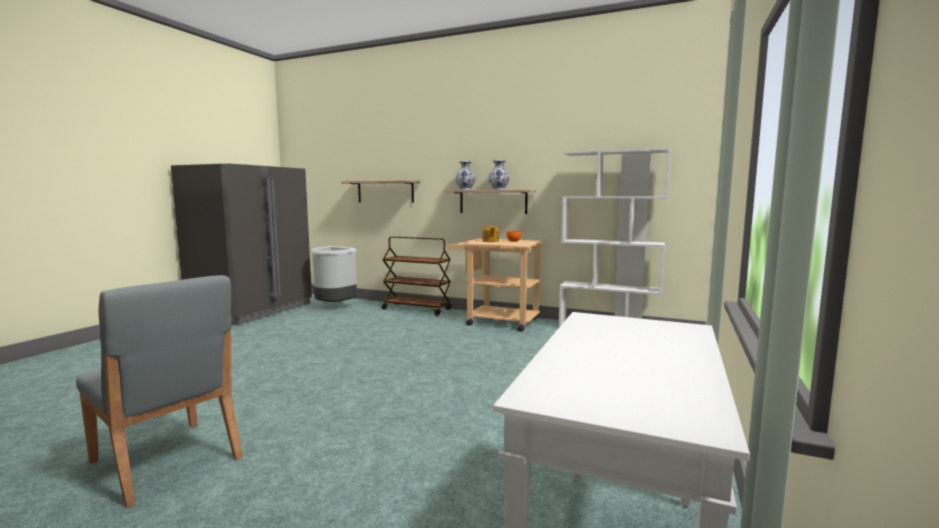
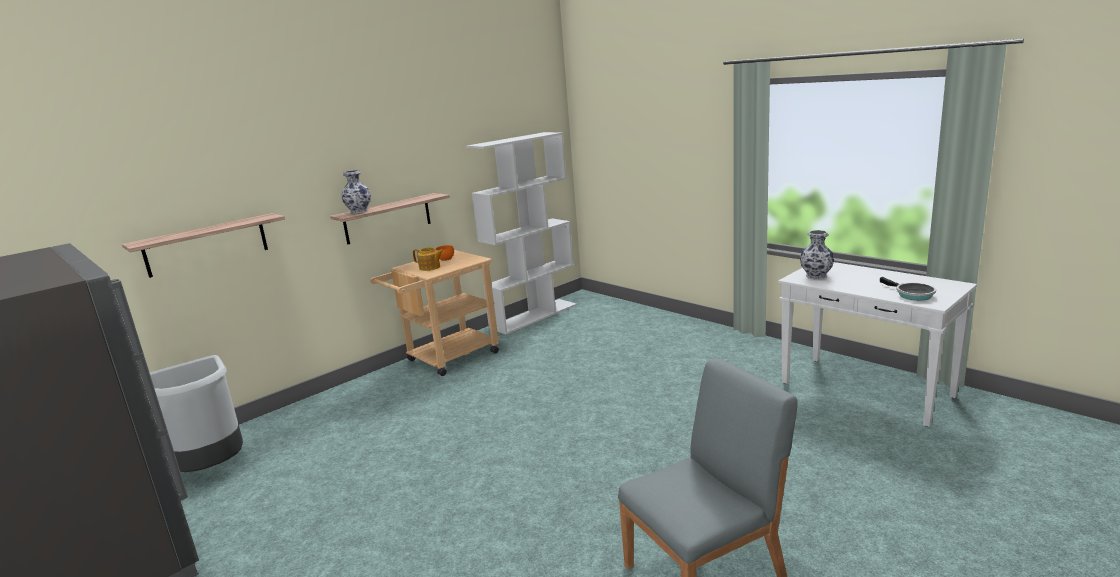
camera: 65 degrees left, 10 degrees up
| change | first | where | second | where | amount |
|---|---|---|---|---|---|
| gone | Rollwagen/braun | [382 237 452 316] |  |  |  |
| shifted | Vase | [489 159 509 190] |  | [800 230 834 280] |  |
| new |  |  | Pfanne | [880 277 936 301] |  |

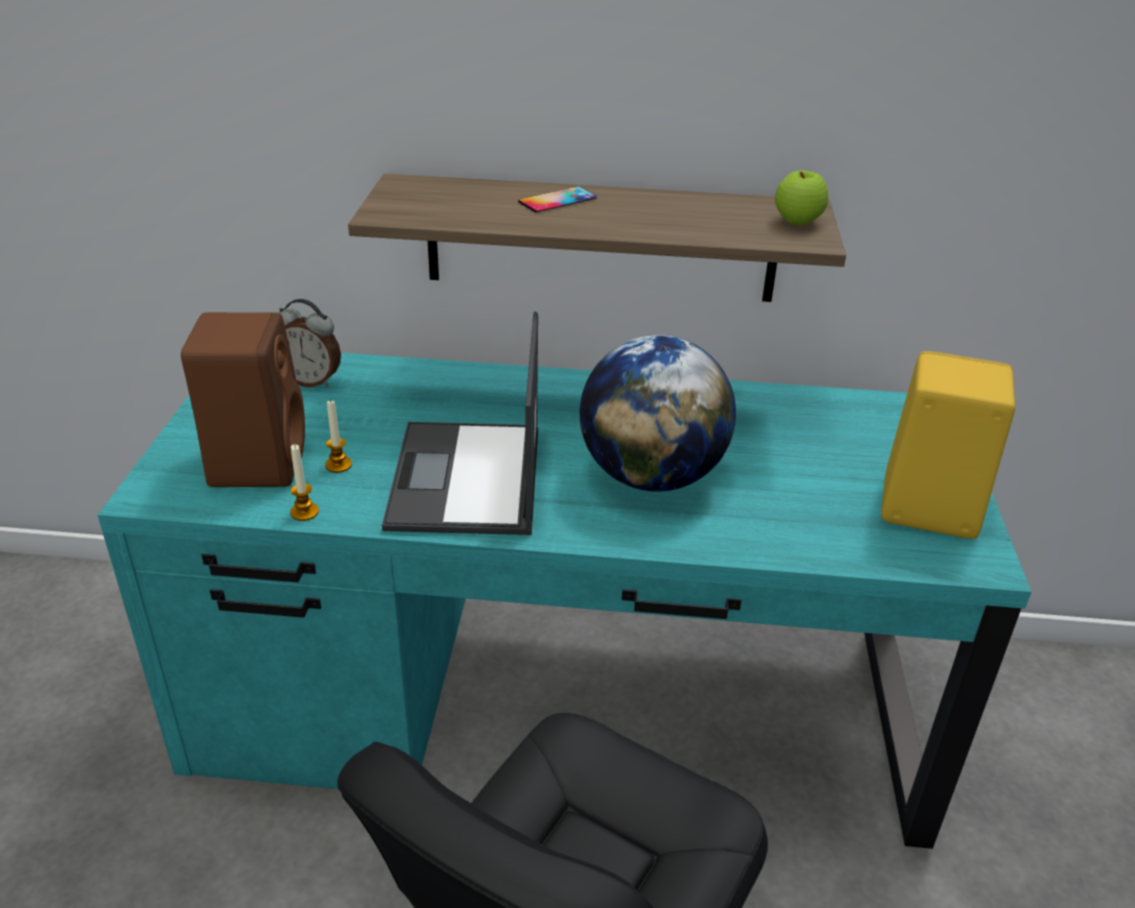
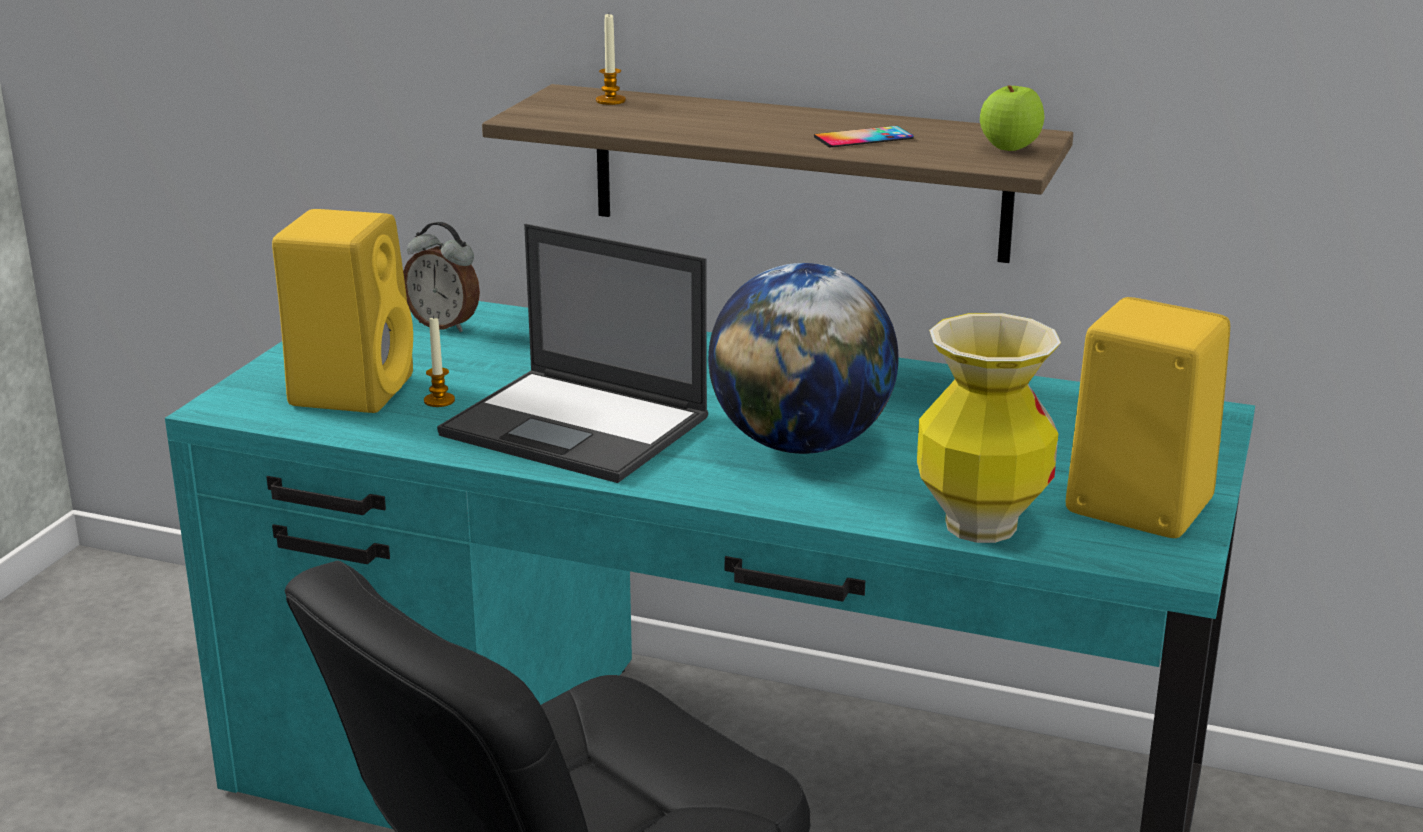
camera: 15 degrees right, 10 degrees down
| change | first | where | second | where | amount |
|---|---|---|---|---|---|
| repainted | Lautsprecher/braun | [181 312 305 487] | Lautsprecher/gelb | [272 209 413 413] |  |
| shifted | Kerze | [290 444 319 521] |  | [596 14 626 105] |  |
| rotated | Laptop | [382 311 538 535] |  | [437 224 708 483] | 75 degrees counterclockwise |
| shifted | Handy | [518 186 597 212] |  | [814 126 914 147] |  |
| new |  |  | Vase | [917 313 1061 543] |  |

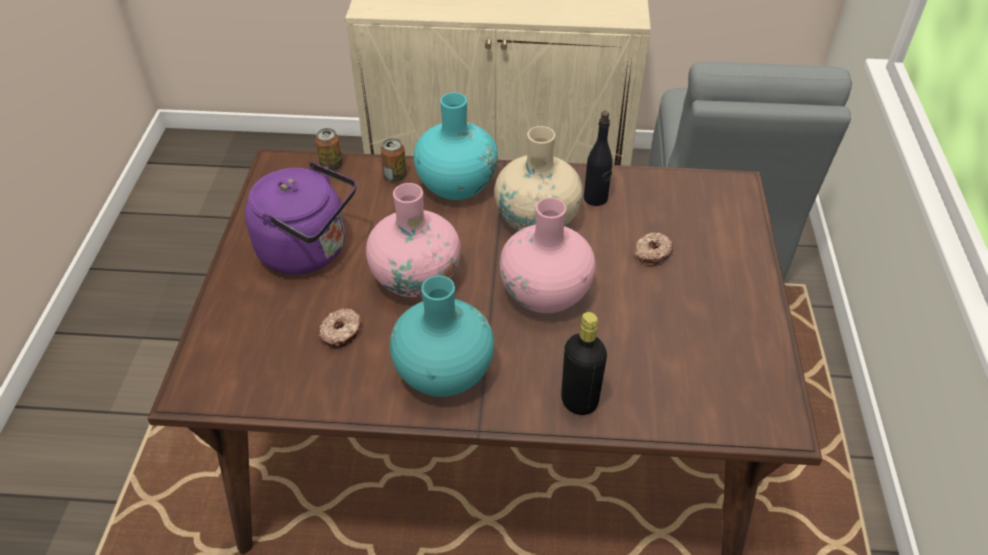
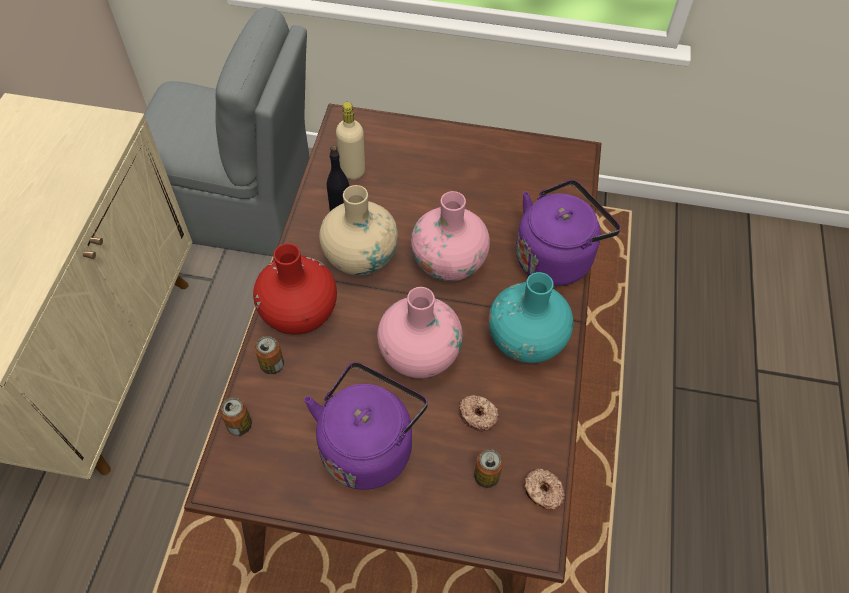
camera: 85 degrees left, 10 degrees up
| change | first | where | second | where | amount |
|---|---|---|---|---|---|
| repainted | Vase/türkis | [414 92 498 200] | Vase/rot | [253 243 337 335] |  |
| swapped | Flasche/schwarz | [561 312 607 415] | Wasserkessel/lila | [516 179 621 286] |  |
| shifted | Donut | [634 232 673 266] |  | [523 469 565 510] |  |
| new |  |  | Flasche/beige | [336 102 365 180] |  |
| new |  |  | Dose | [474 449 503 488] |  |

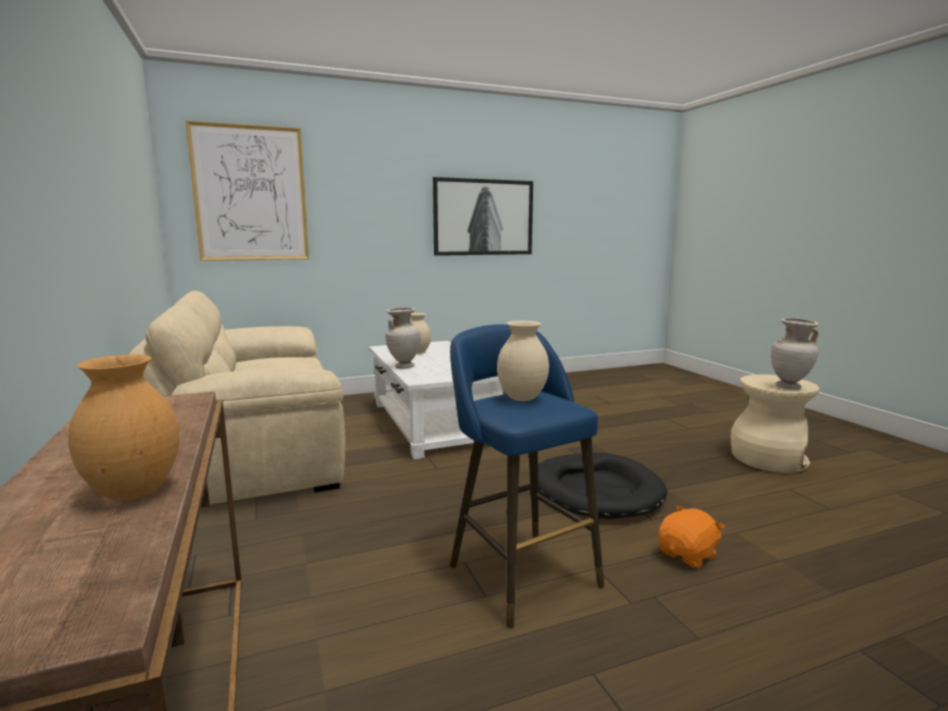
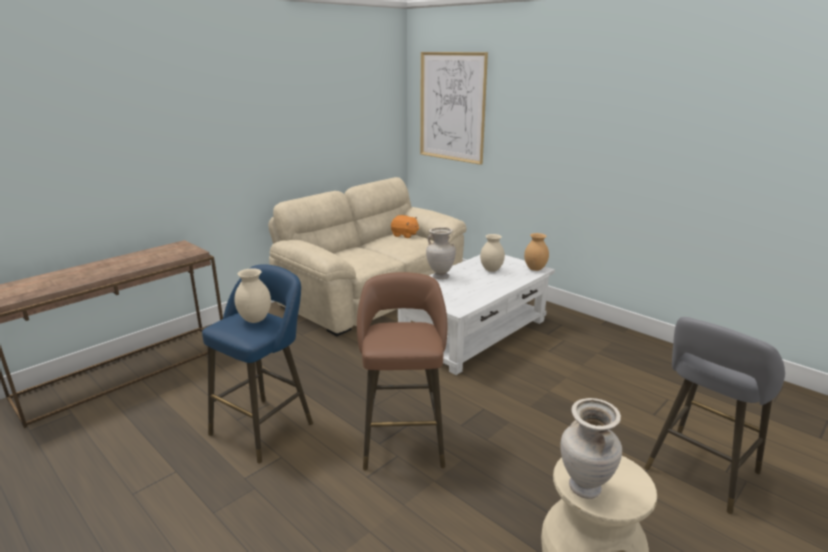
camera: 65 degrees right, 10 degrees up
| change | first | where | second | where | amount |
|---|---|---|---|---|---|
| shifted | Vase/braun | [68 354 179 501] |  | [524 233 549 271] |  |
| gone | Bild | [433 177 533 256] |  |  |  |
| swapped | Hundebett/schwarz | [538 453 668 519] | Hocker/braun | [357 272 447 470] |  |
| shifted | Plüschtier/orange | [658 505 725 569] |  | [391 215 419 238] |  |
| new |  |  | Hocker/grau | [644 317 785 514] |  |

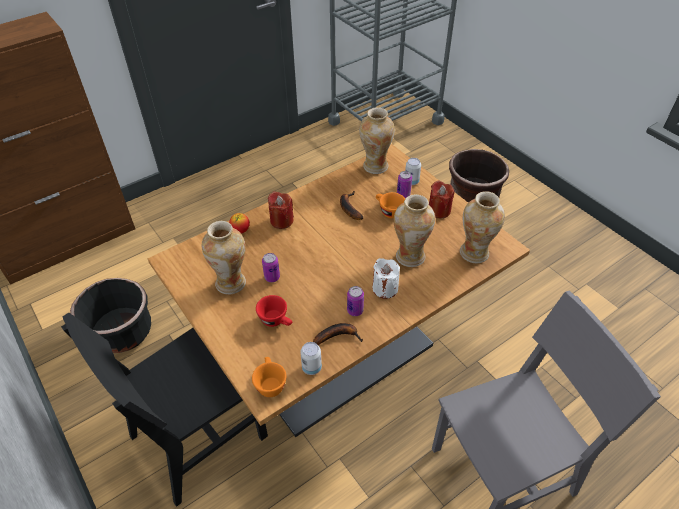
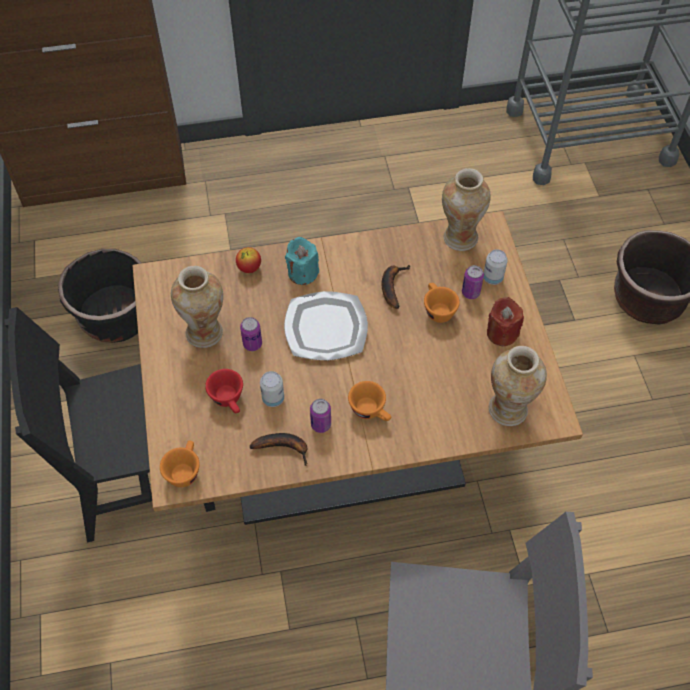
camera: 25 degrees right, 10 degrees up
| change | first | where | second | where | amount |
|---|---|---|---|---|---|
| repainted | Kerze/rot | [268 191 294 229] | Kerze/türkis | [285 237 319 285] |  |
| shifted | Dose | [300 342 322 375] |  | [260 371 284 407] |  |
| swapped | Kerze/weiß | [372 258 400 299] | Tasse/orange | [348 381 392 421] |  |
| gone | Vase | [394 194 435 267] |  |  |  |
| new |  |  | Teller | [284 291 368 360] |  |

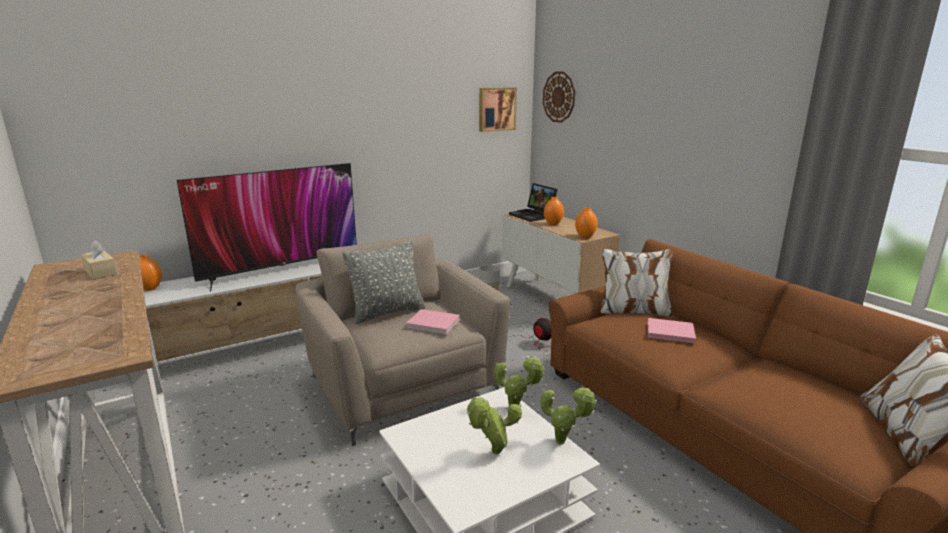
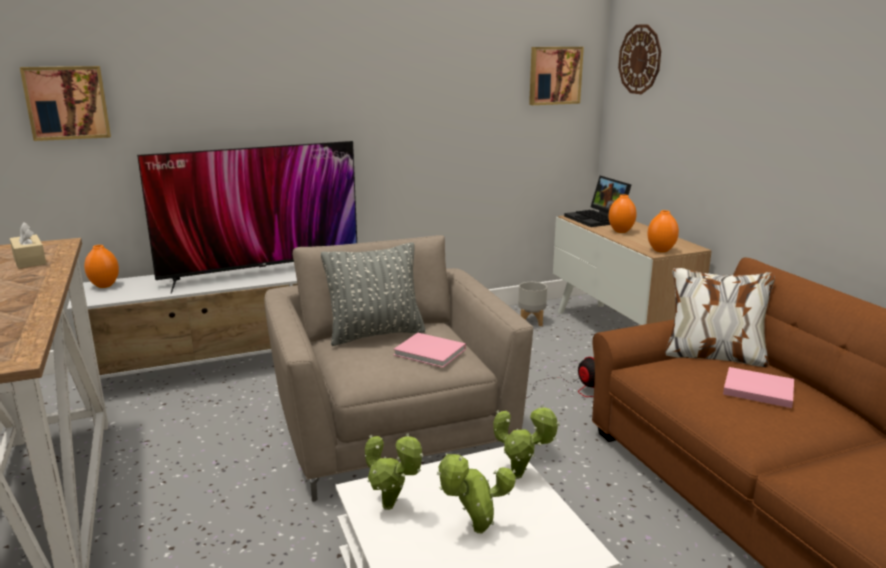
camera: 10 degrees right, 0 degrees up
| change | first | where | second | where | amount |
|---|---|---|---|---|---|
| shifted | Topfpflanze | [541 386 597 445] |  | [365 433 423 510] |  |
| new |  |  | Bild | [20 66 111 141] |  |

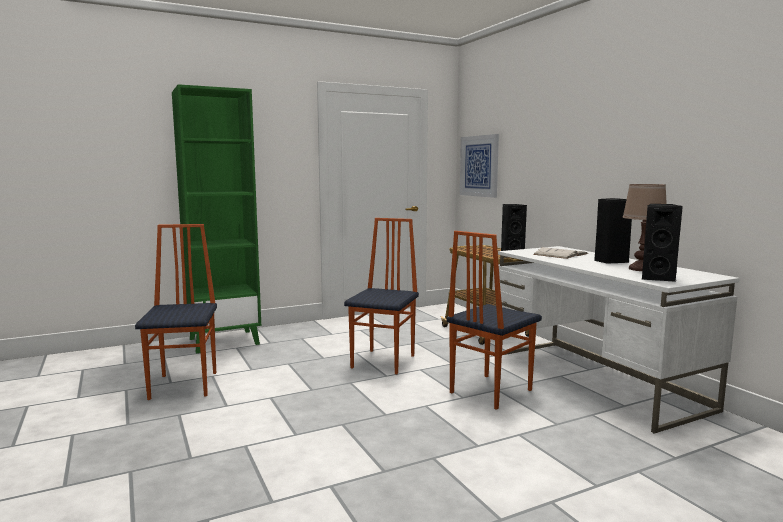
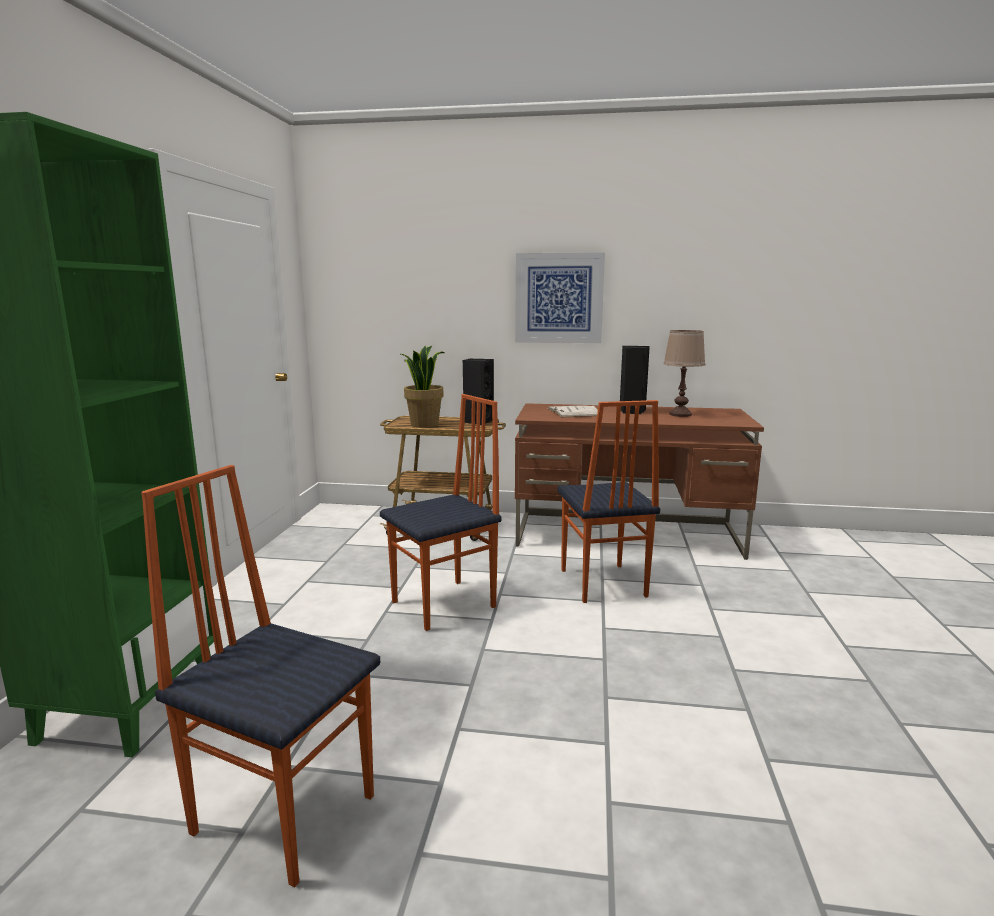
camera: 55 degrees left, 5 degrees up
| change | first | where | second | where | amount |
|---|---|---|---|---|---|
| rotated | Stuhl | [344 218 419 374] |  | [380 394 502 631] | 90 degrees clockwise |
| shifted | Bild | [460 134 499 198] |  | [515 252 605 343] |  |
| repainted | Schreibtisch/weiß | [498 246 740 434] | Schreibtisch/braun | [515 403 764 560] |  |
| gone | Lautsprecher/schwarz | [642 204 683 282] |  |  |  |
| new |  |  | Topfpflanze | [401 346 445 428] |  |

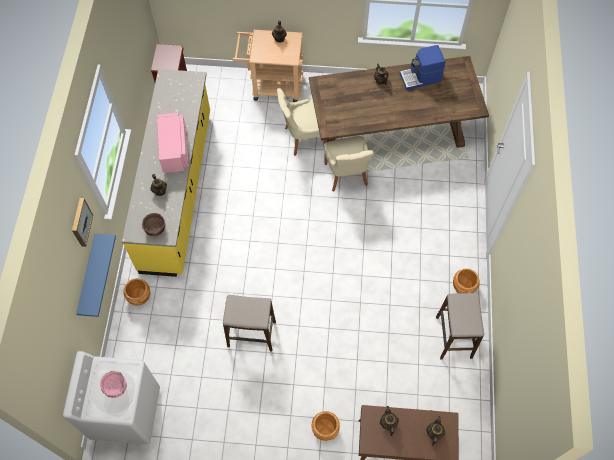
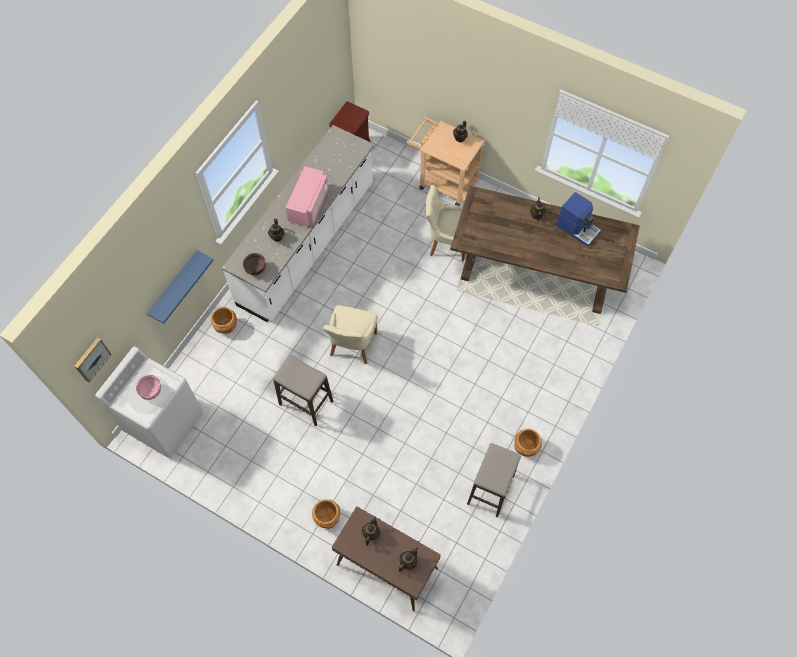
camera: 25 degrees right, 0 degrees up
| change | first | where | second | where | amount |
|---|---|---|---|---|---|
| shifted | Bild | [72 198 93 247] |  | [74 337 112 382] |  |
| repainted | Küchenzeile/gelb | [122 69 210 277] | Küchenzeile/weiß | [222 125 374 322] |  |
| shifted | Stuhl/beige | [324 136 374 192] |  | [323 305 378 364] |  |
| rotated | Kaffeemaschine | [400 45 446 90] |  | [556 192 601 247] | 150 degrees counterclockwise |

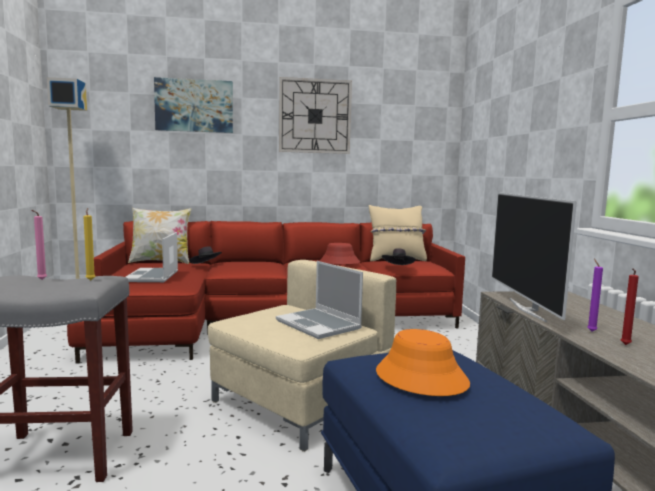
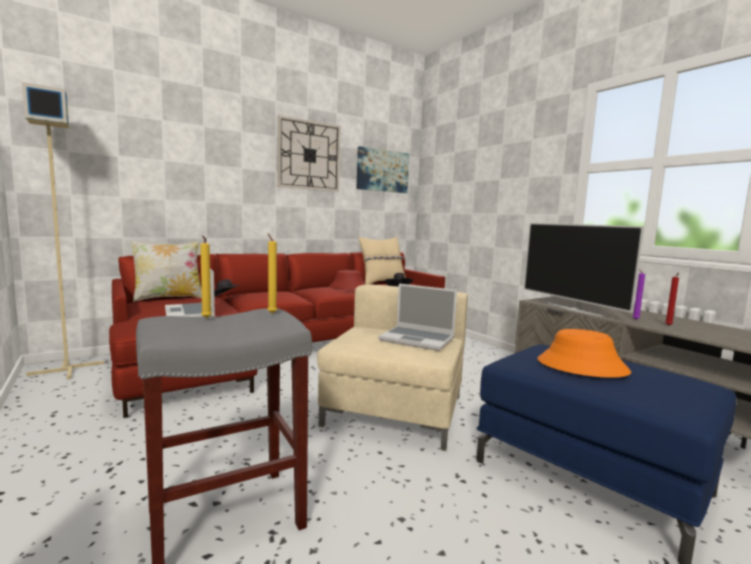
camera: 25 degrees left, 0 degrees up
| change | first | where | second | where | amount |
|---|---|---|---|---|---|
| repainted | Kerze/rosa | [32 210 47 280] | Kerze/gelb | [200 236 212 318] |  |
| shifted | Bild | [154 77 233 133] |  | [356 146 409 193] |  |

